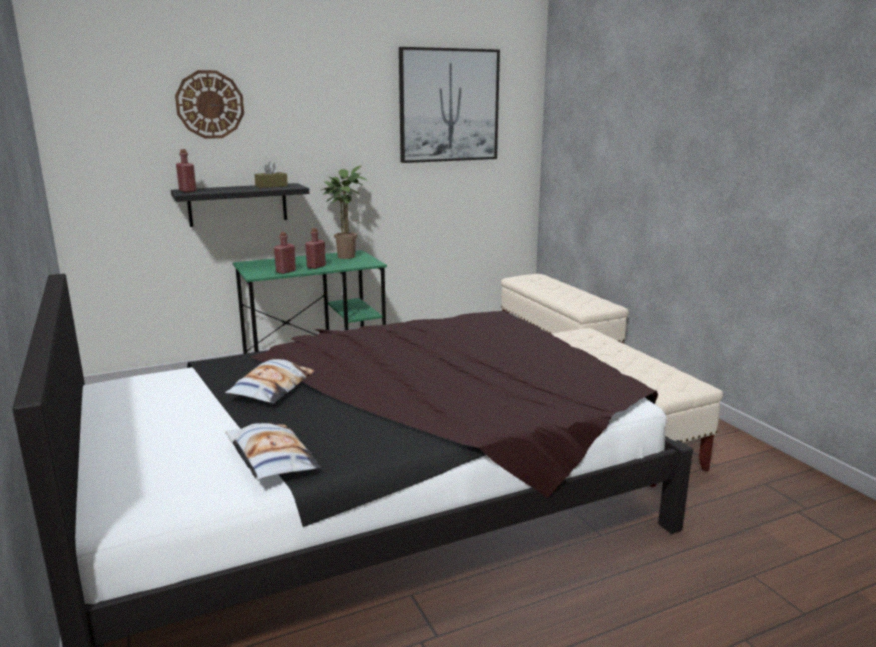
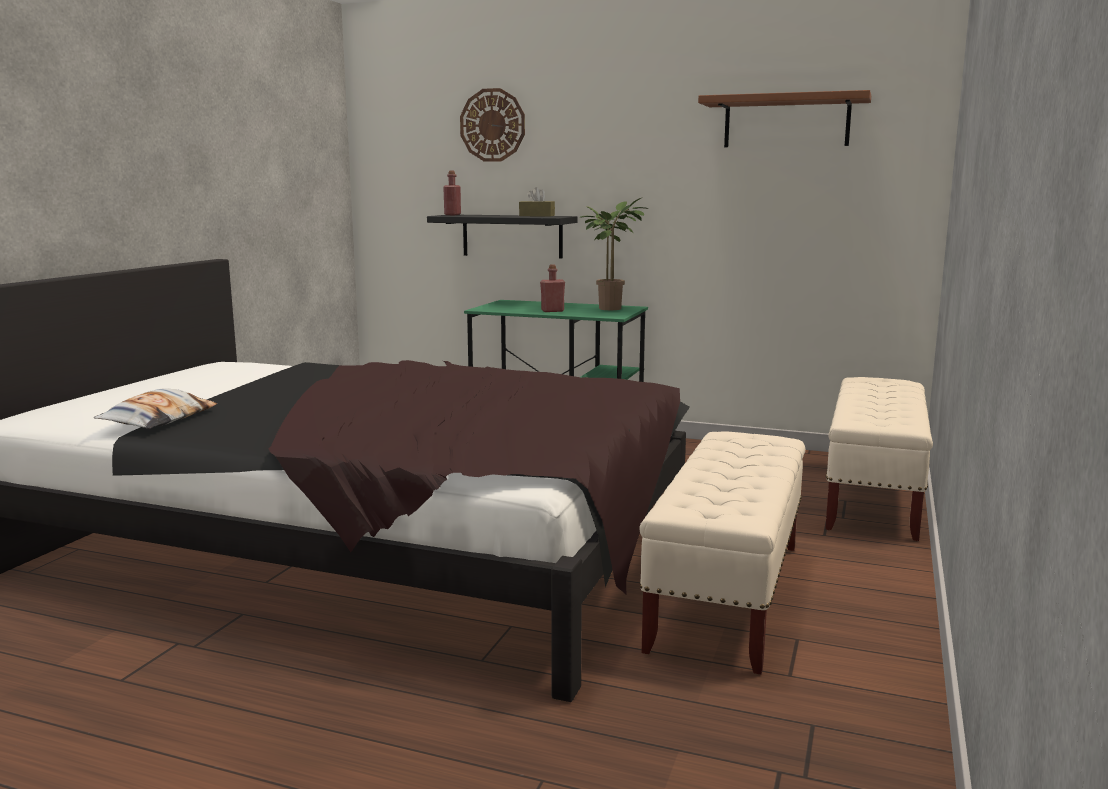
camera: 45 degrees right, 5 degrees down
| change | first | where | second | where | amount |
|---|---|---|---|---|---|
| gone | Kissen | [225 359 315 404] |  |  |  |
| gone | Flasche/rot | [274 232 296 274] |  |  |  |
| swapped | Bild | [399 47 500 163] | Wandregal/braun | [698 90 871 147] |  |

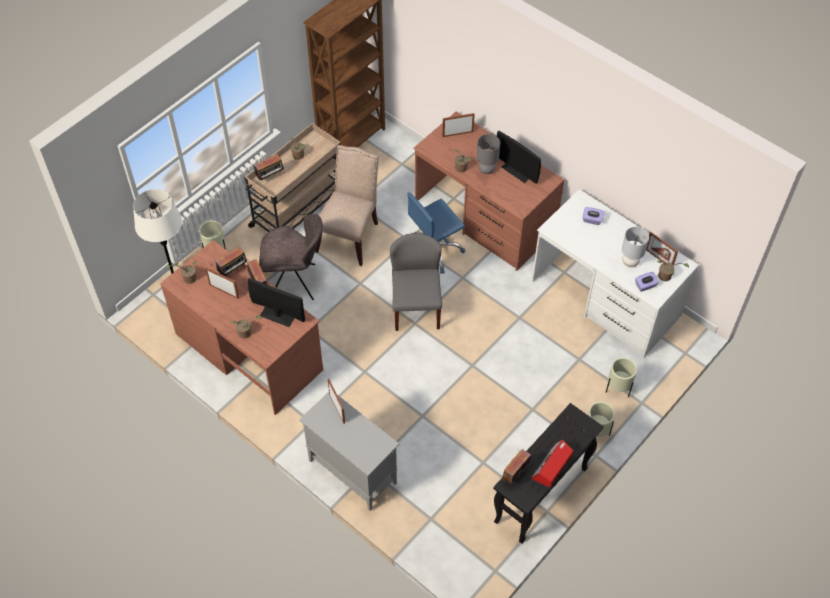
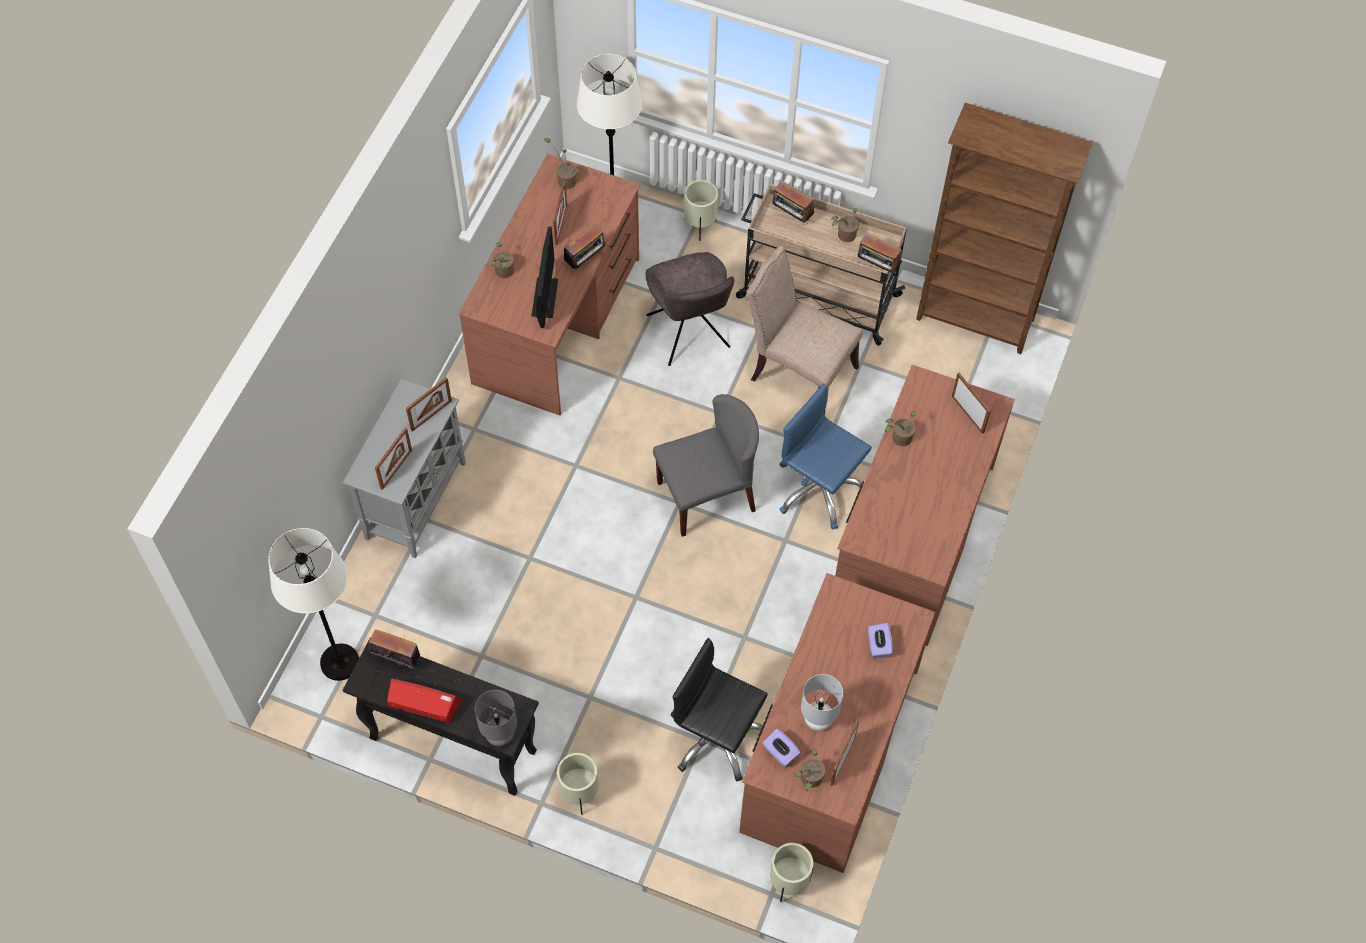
camera: 70 degrees right, 5 degrees up
| change | first | where | second | where | amount |
|---|---|---|---|---|---|
| shifted | Radio | [215 246 247 276] |  | [858 233 902 273] |  |
| rotated | Stuhl/beige | [315 145 379 266] |  | [747 245 862 415] | 150 degrees counterclockwise |
| shifted | Tischlampe/grau | [477 134 500 174] |  | [475 690 517 746] |  |
| gone | Monitor | [497 131 541 184] |  |  |  |
| repainted | Schreibtisch/weiß | [532 189 699 358] | Schreibtisch/braun | [739 573 935 873] |  |
| shifted | Pflanzkübel/beige | [606 358 637 397] |  | [770 843 813 902] |  |
| new |  |  | Stehlampe/weiß | [268 528 359 681] |  |
| new |  |  | Bilderrahmen | [375 428 412 490] |  |
| new |  |  | Bürostuhl/schwarz | [671 638 768 781] |  |

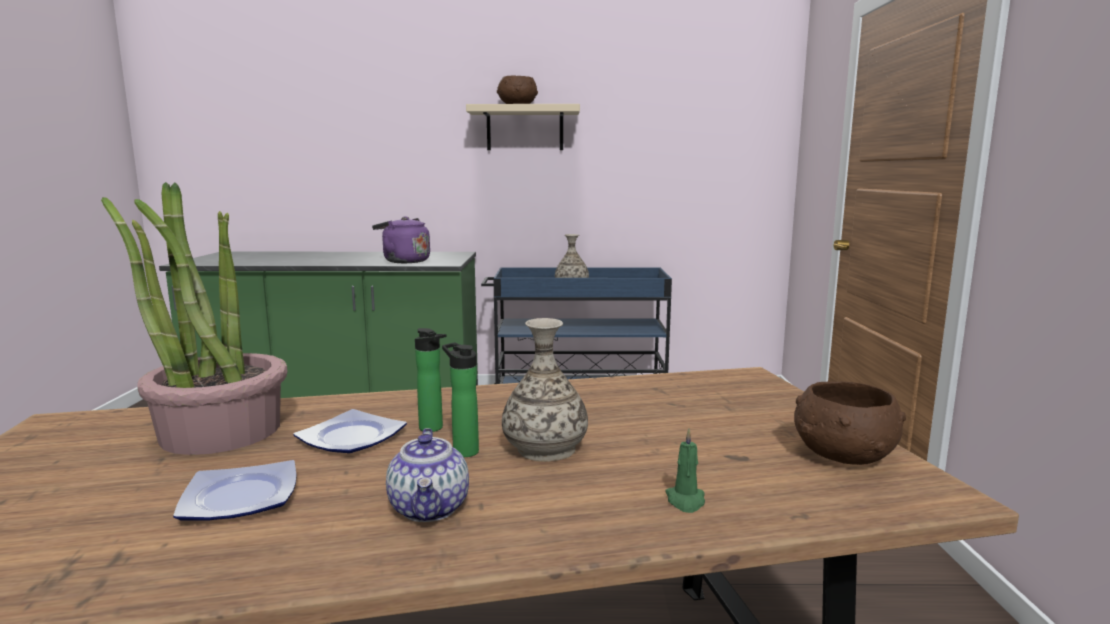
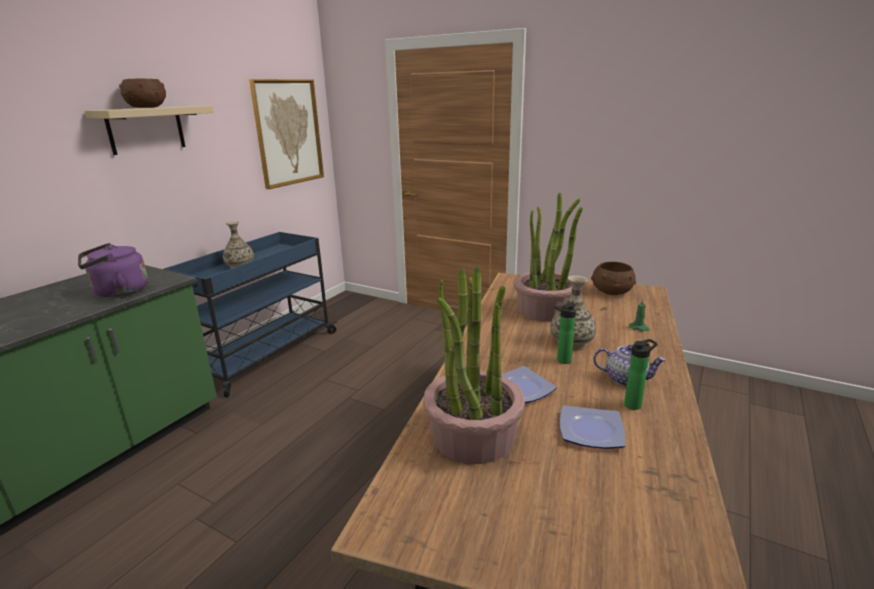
camera: 60 degrees left, 10 degrees up
| change | first | where | second | where | amount |
|---|---|---|---|---|---|
| shifted | Flasche | [415 328 447 432] |  | [624 339 658 410] |  |
| new |  |  | Bild | [249 79 324 189] |  |
| new |  |  | Topfpflanze | [514 192 583 321] |  |

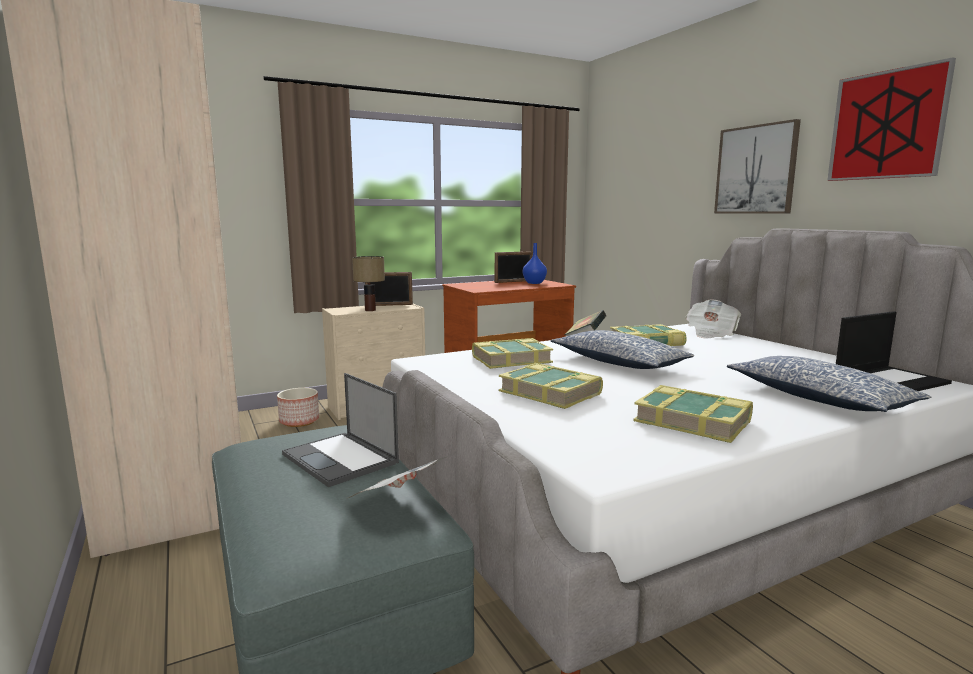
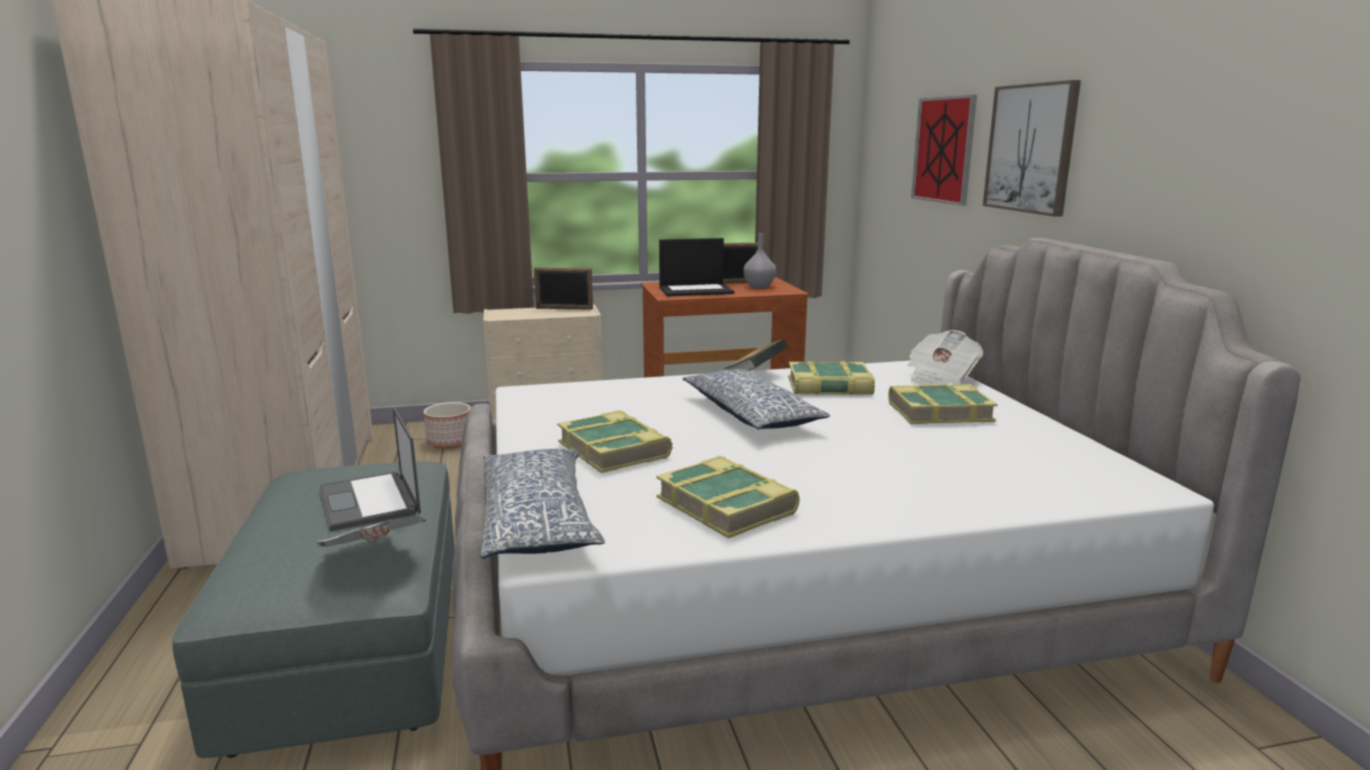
camera: 15 degrees right, 5 degrees up
| change | first | where | second | where | amount |
|---|---|---|---|---|---|
| gone | Tischlampe | [352 256 385 311] |  |  |  |
| shifted | Buch | [472 338 553 369] |  | [888 384 998 424] |  |
| repainted | Vase/blau | [523 243 547 284] | Vase/grau | [743 233 776 288] |  |
| shifted | Kissen | [727 356 931 412] |  | [480 449 605 558] |  |
| shifted | Bild | [827 57 956 181] |  | [911 95 977 206] |  |
| shifted | Laptop | [836 311 952 391] |  | [659 238 734 296] |  |

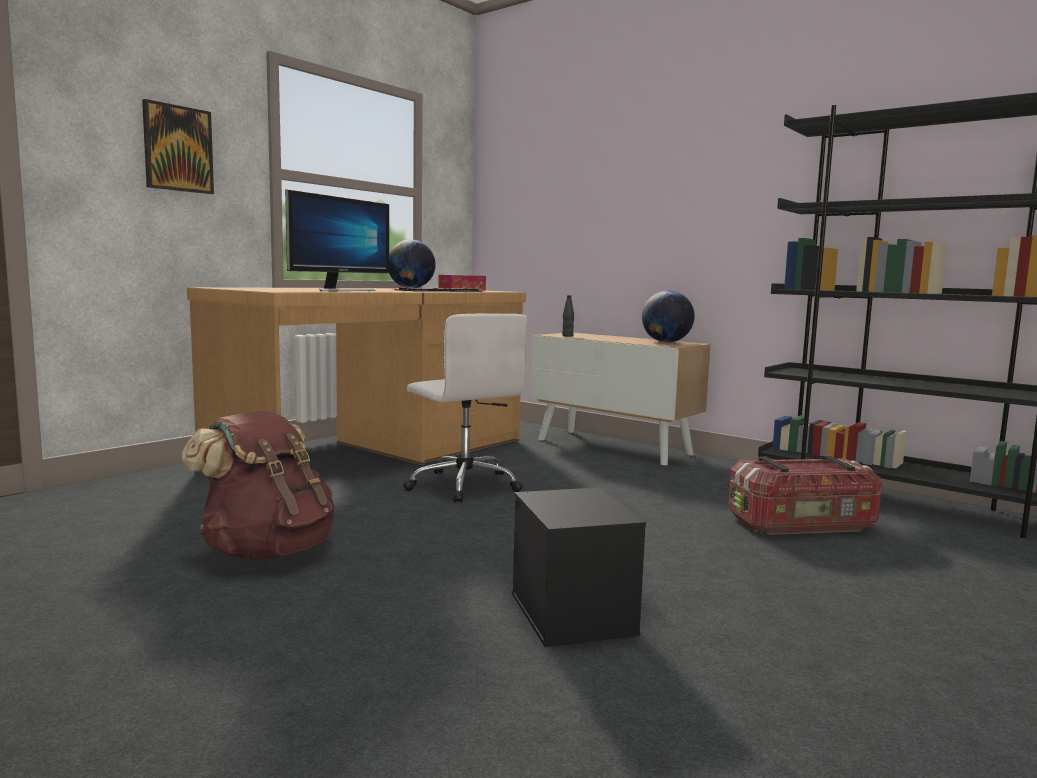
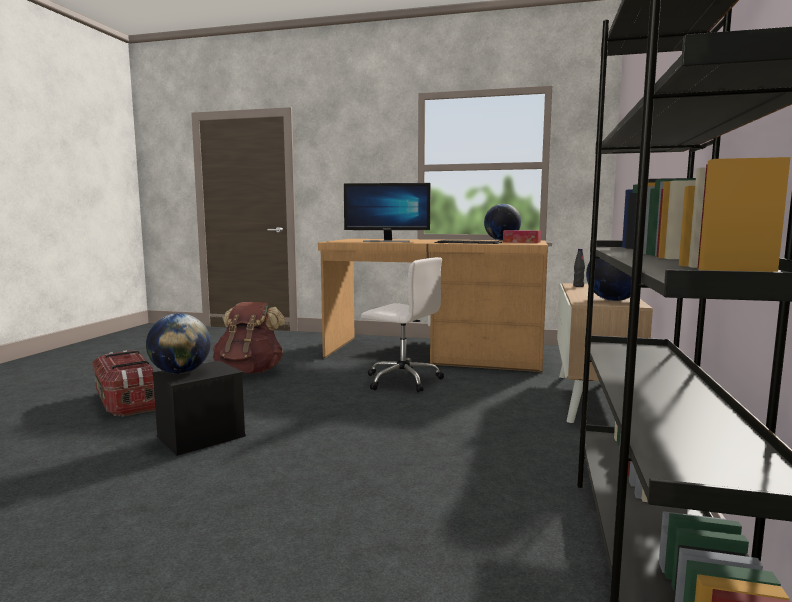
camera: 65 degrees right, 0 degrees up
| change | first | where | second | where | amount |
|---|---|---|---|---|---|
| gone | Bild | [142 99 214 194] |  |  |  |
| rotated | Bürostuhl/weiß | [403 313 527 503] |  | [361 257 444 393] | 90 degrees counterclockwise |
| shifted | Aufbewahrungsbox | [728 456 883 535] |  | [92 350 155 417] |  |
| new |  |  | Globus | [146 313 211 374] |  |

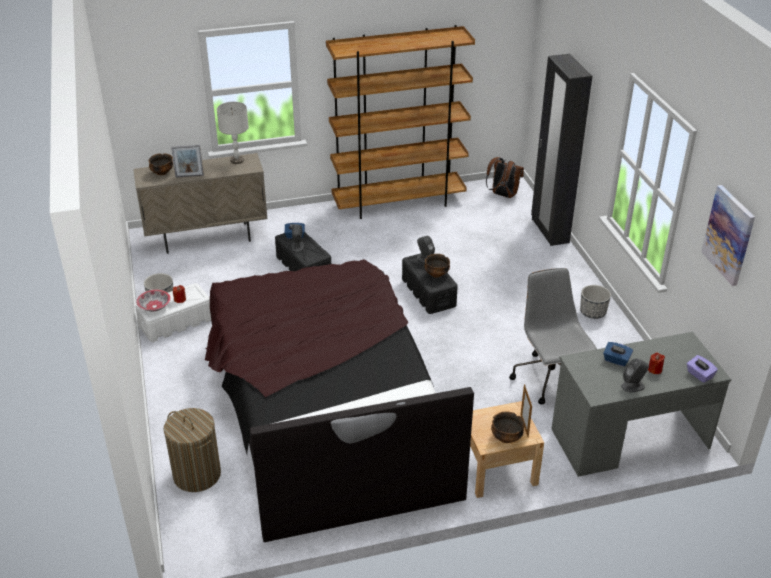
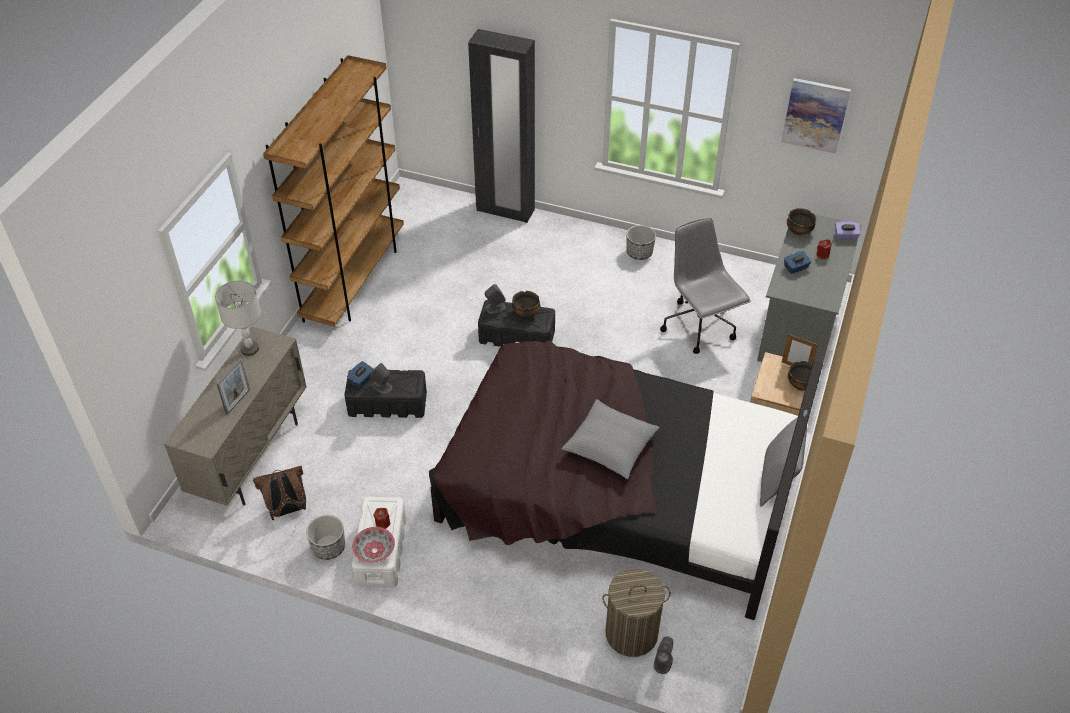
camera: 55 degrees left, 10 degrees up
| change | first | where | second | where | amount |
|---|---|---|---|---|---|
| shifted | Schüssel | [149 153 173 175] |  | [787 208 816 235] |  |
| shifted | Rucksack/braun | [486 157 524 198] |  | [253 466 306 520] |  |
| rotated | Bürostuhl/grau | [509 268 597 404] |  | [660 218 751 354] | 45 degrees clockwise |
| shifted | Lautsprecher/grau | [621 358 649 392] |  | [654 636 674 674] |  |
| new |  |  | Kissen/grau | [562 399 660 479] |  |

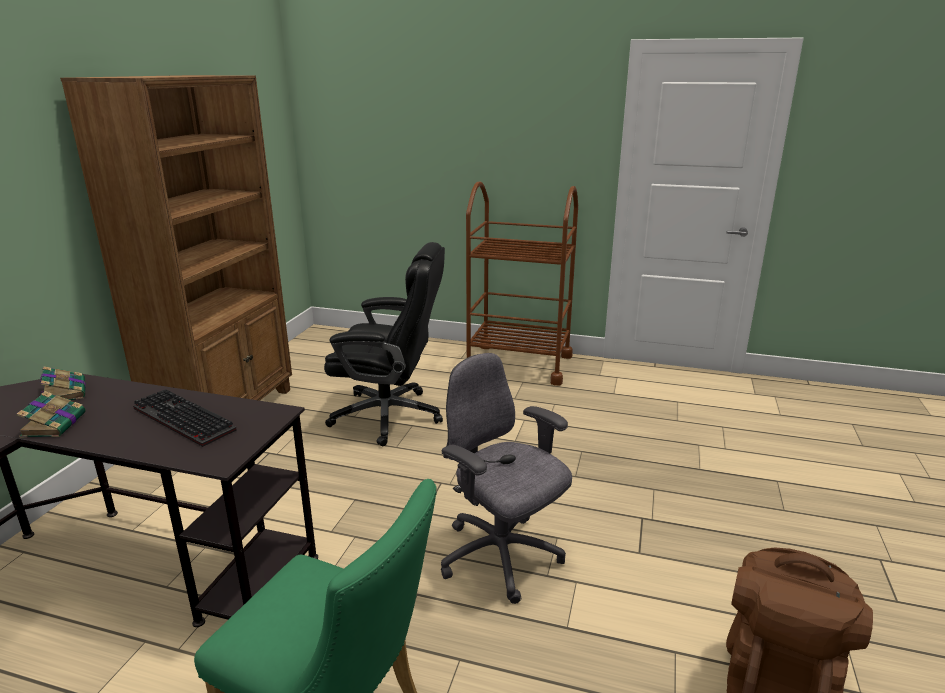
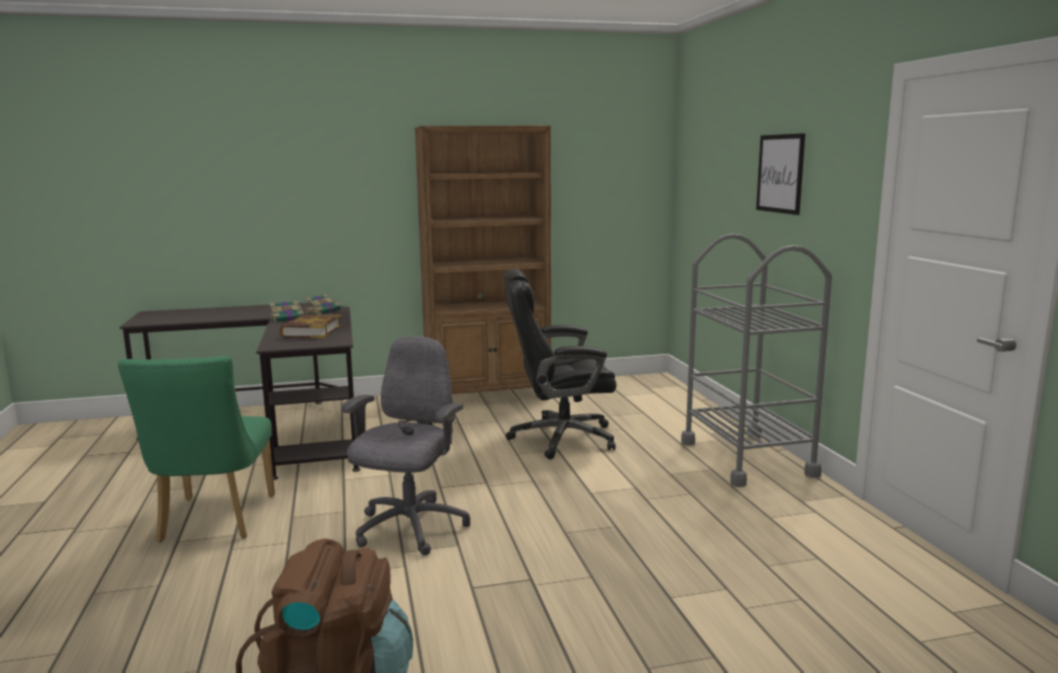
camera: 60 degrees right, 10 degrees down
| change | first | where | second | where | amount |
|---|---|---|---|---|---|
| swapped | Tastatur | [133 389 237 447] | Buch | [280 315 342 338] |  |
| rotated | Bürostuhl/schwarz | [324 242 445 446] |  | [504 268 617 460] | 105 degrees clockwise |
| repainted | Rollwagen/braun | [466 182 578 386] | Rollwagen/grau | [681 234 832 487] |  |
| new |  |  | Bild | [756 133 805 215] |  |

